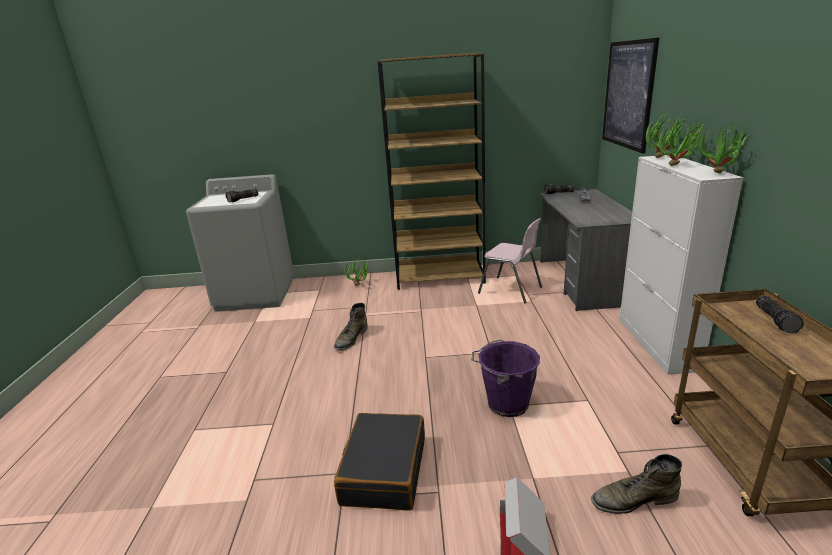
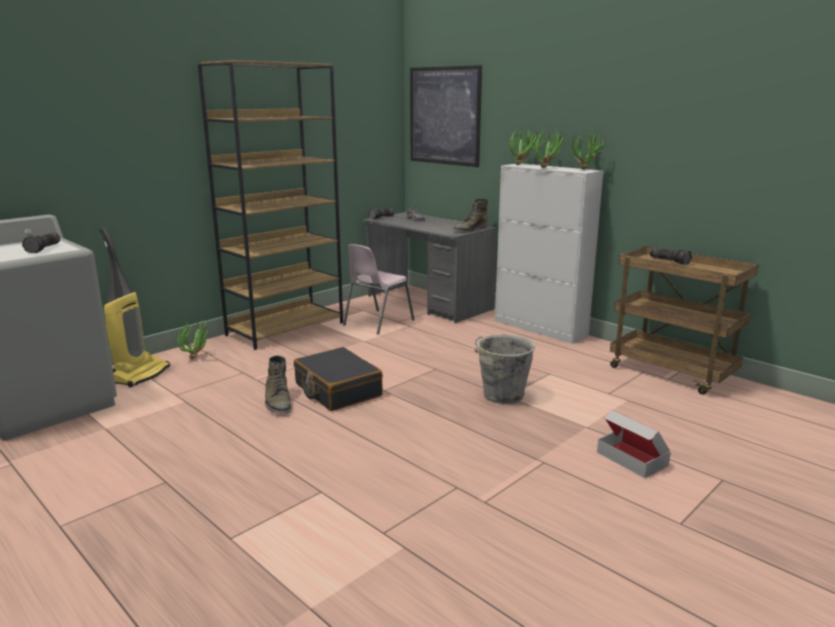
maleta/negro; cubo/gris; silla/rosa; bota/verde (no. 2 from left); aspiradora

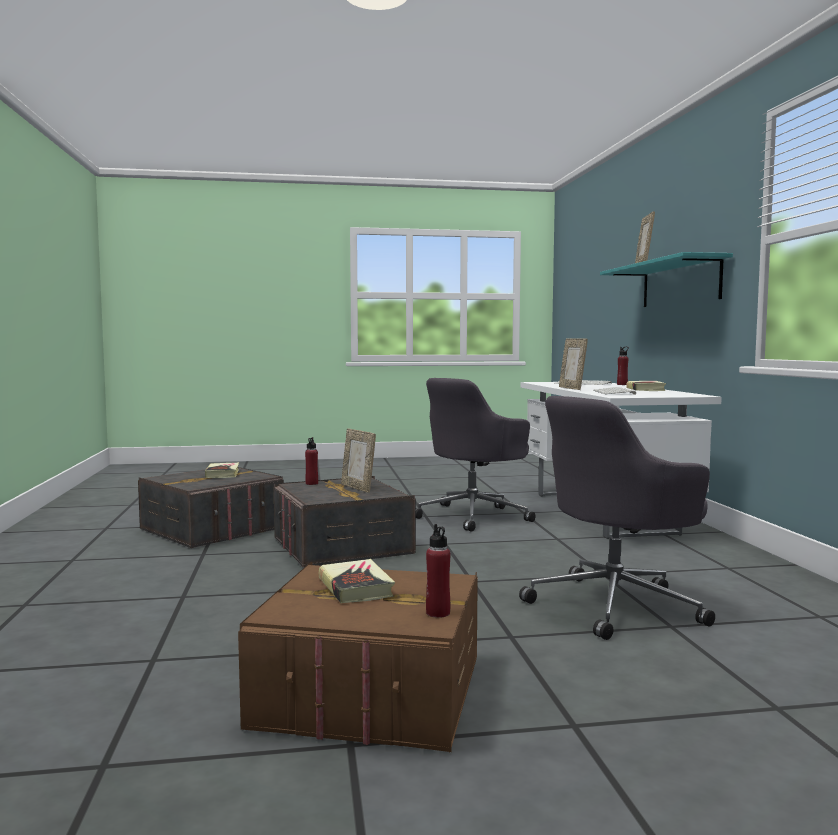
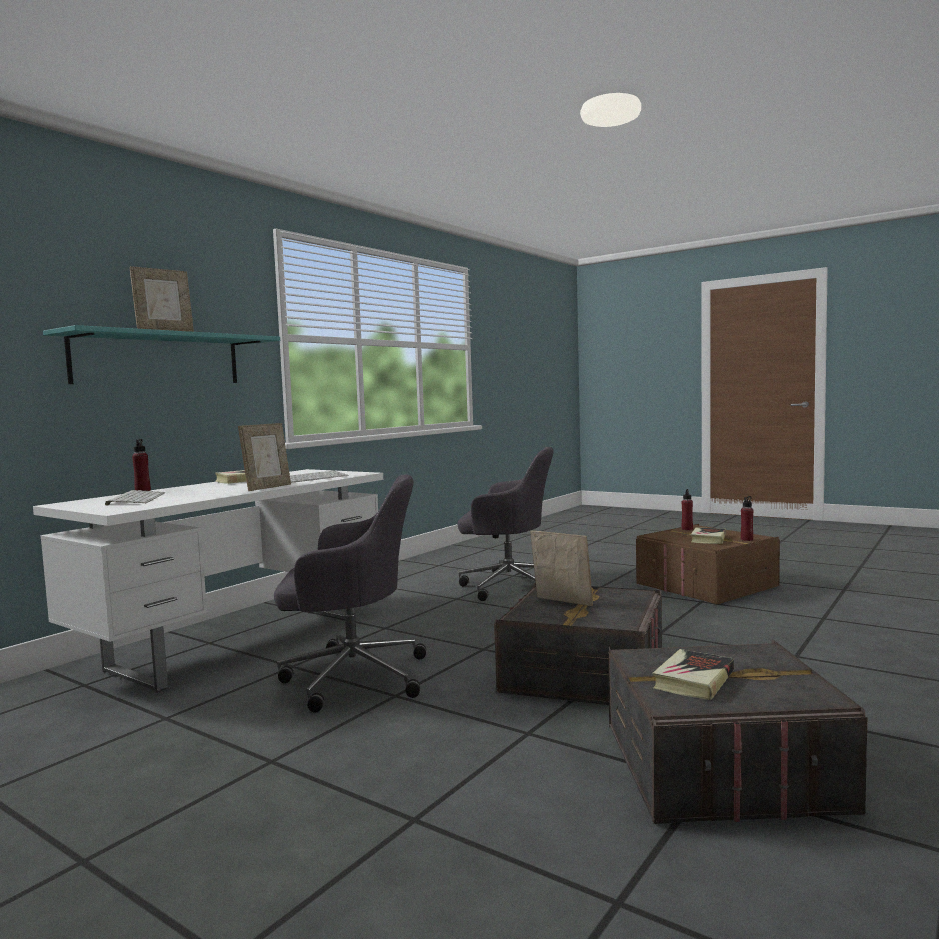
botella/rojo (no. 3 from left); portarretratos (no. 3 from left)

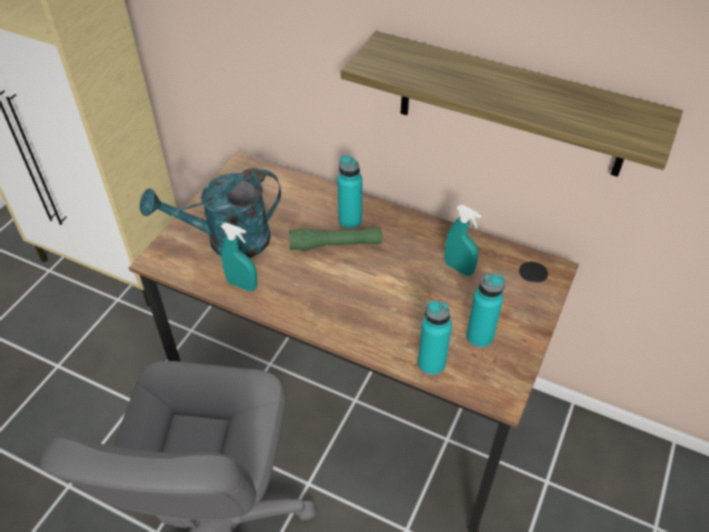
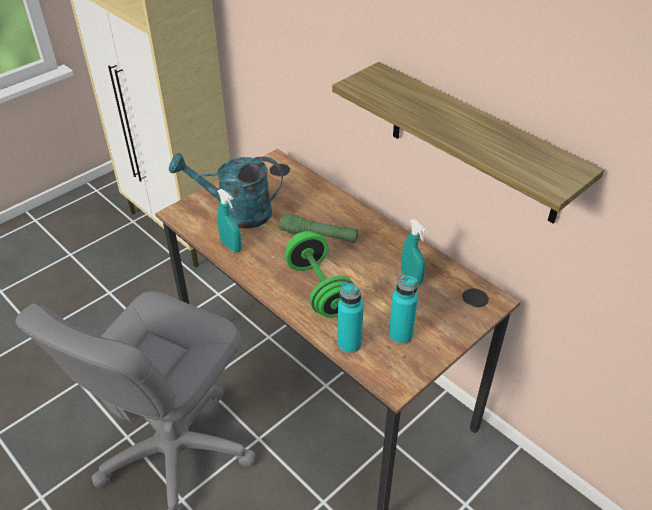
botella/turquesa (no. 1 from left in the first image); mancuerna/verde

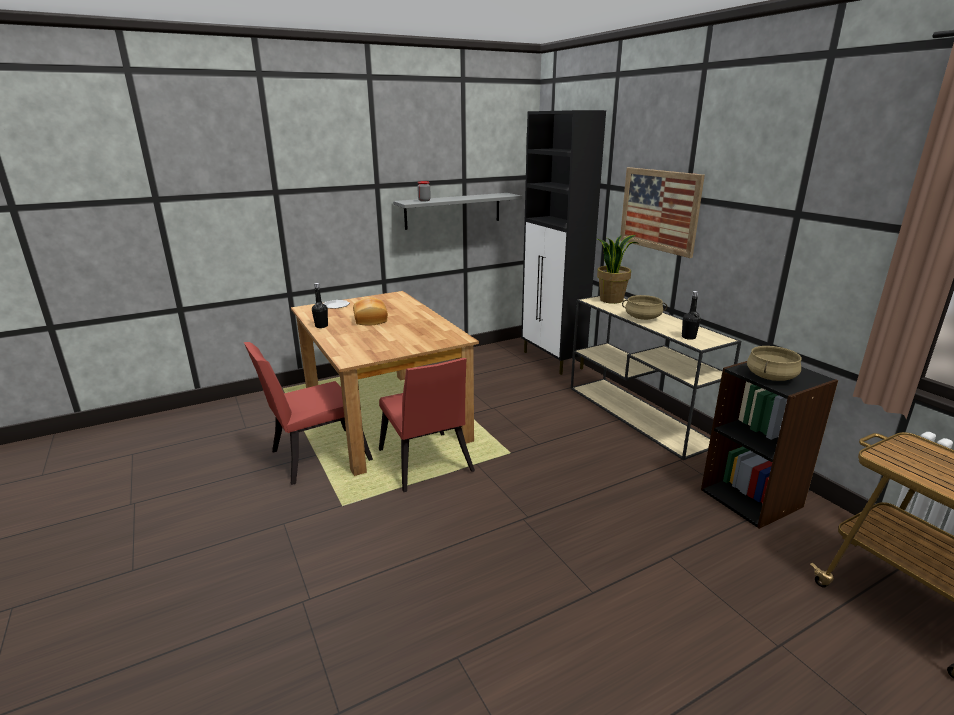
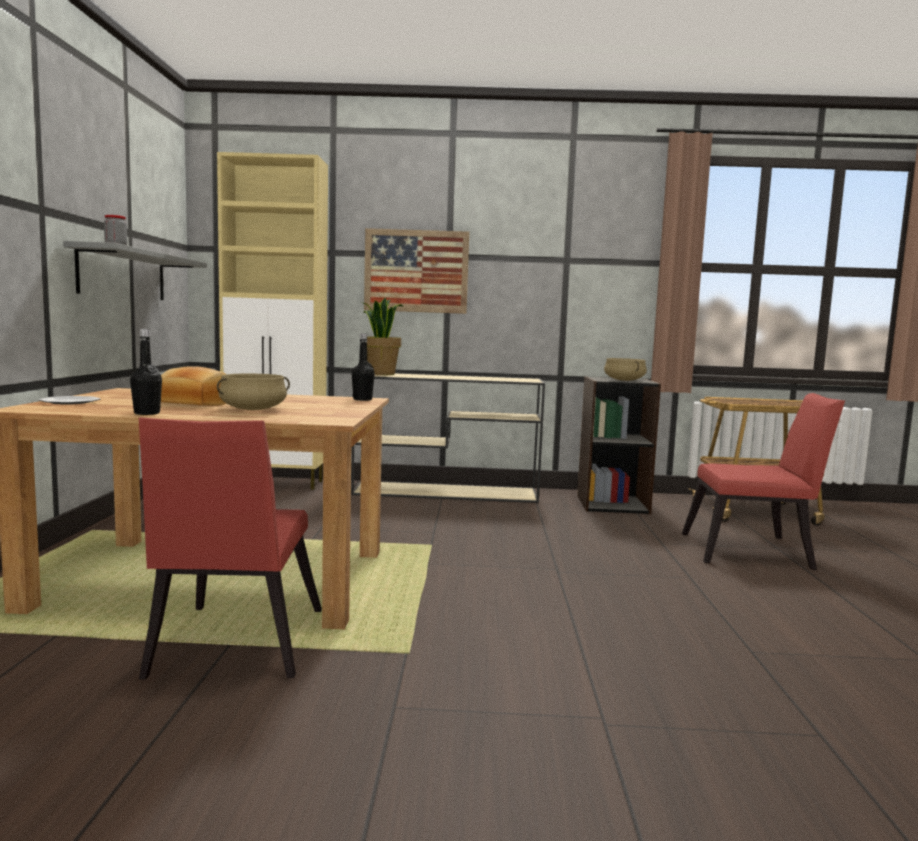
silla/rojo (no. 2 from left); armario/beis; olla/beis (no. 1 from left); botella/negro (no. 2 from left)

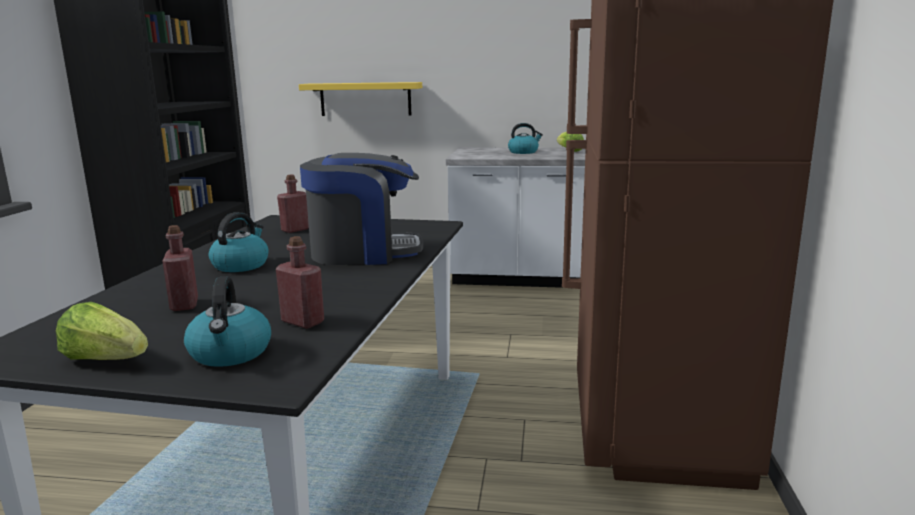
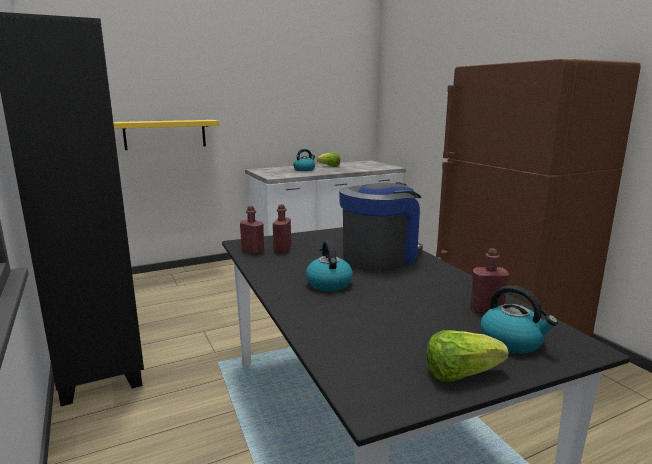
botella/rojo (no. 1 from left)

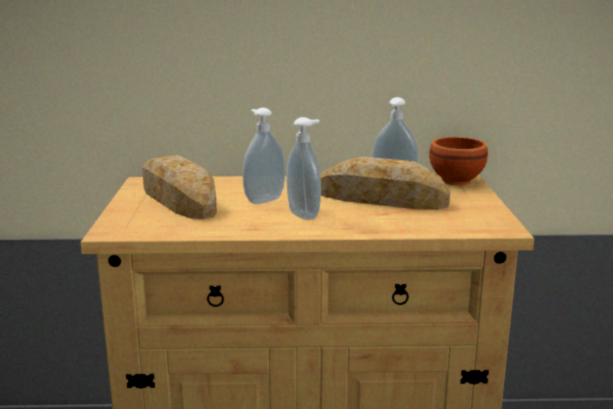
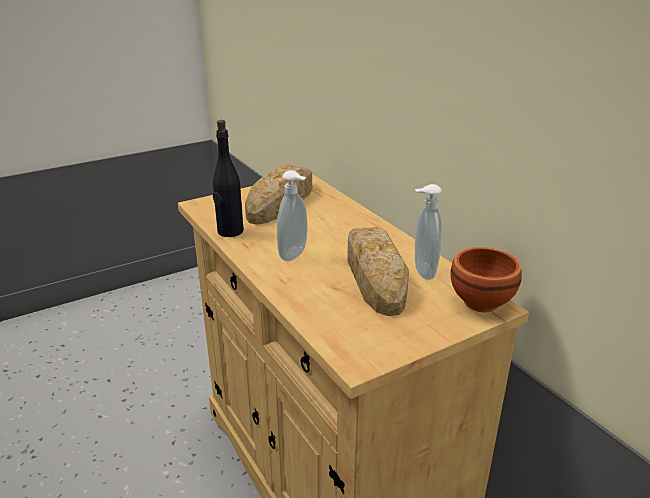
dispensador de jabón (no. 1 from left in the first image); botella/negro

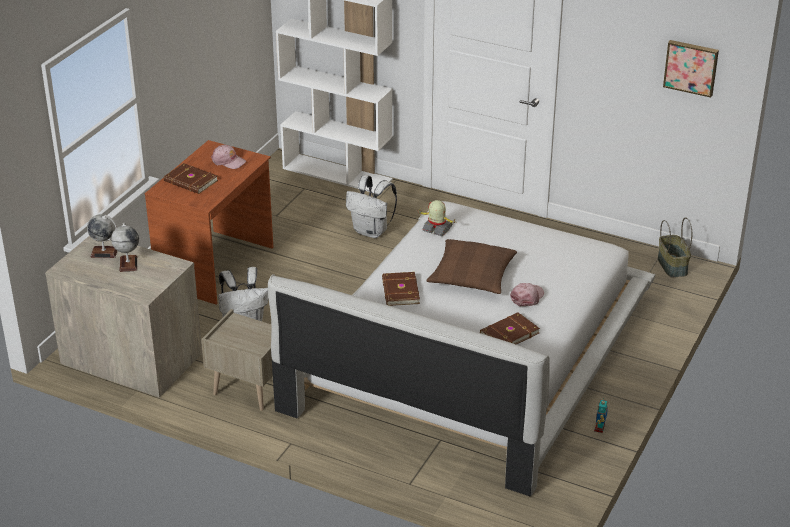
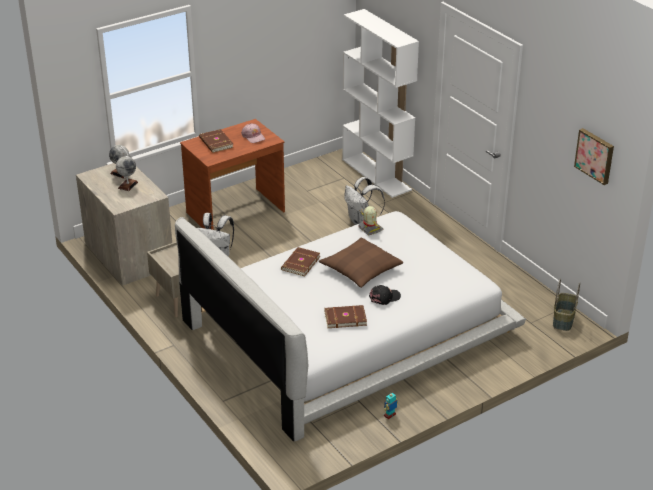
gorra/negro

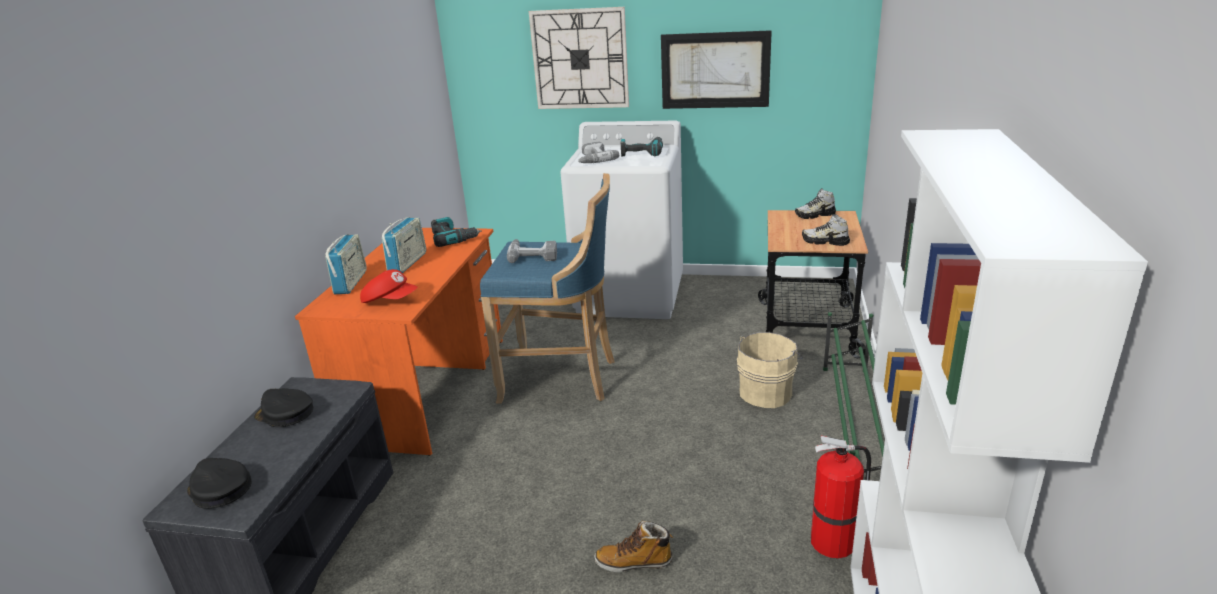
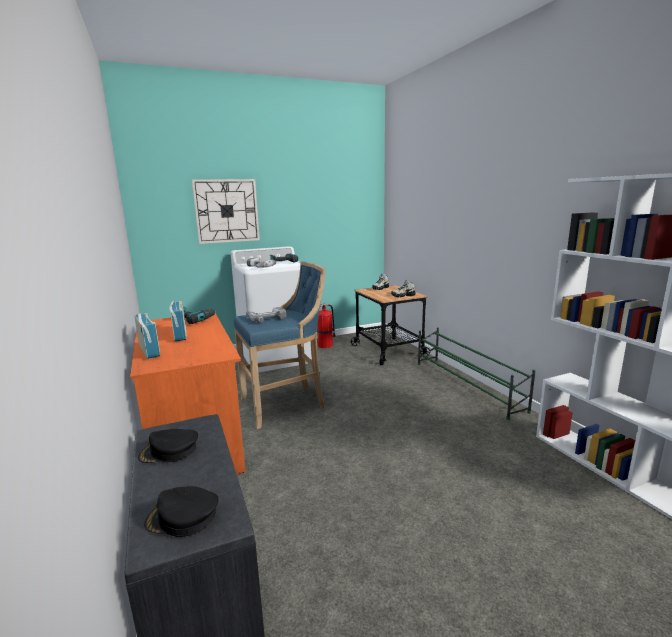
gorra/rojo; bota; cuadro; cubo/beis; extintor

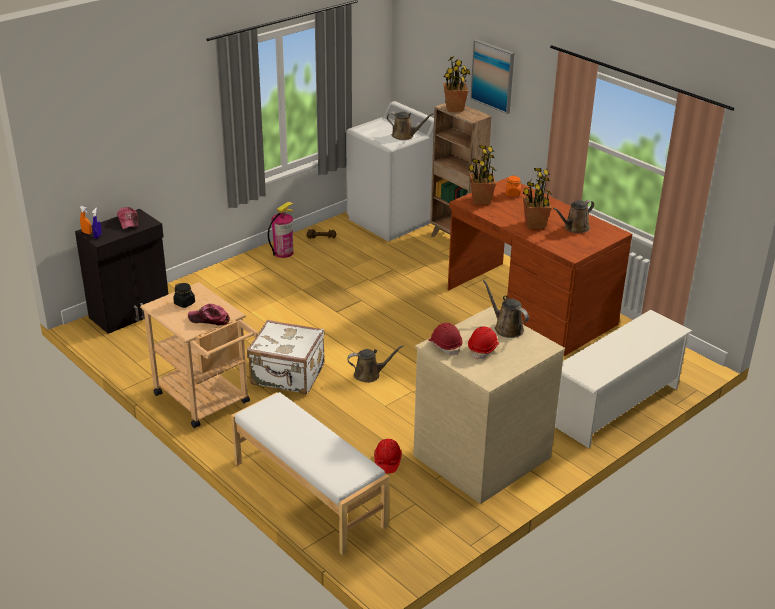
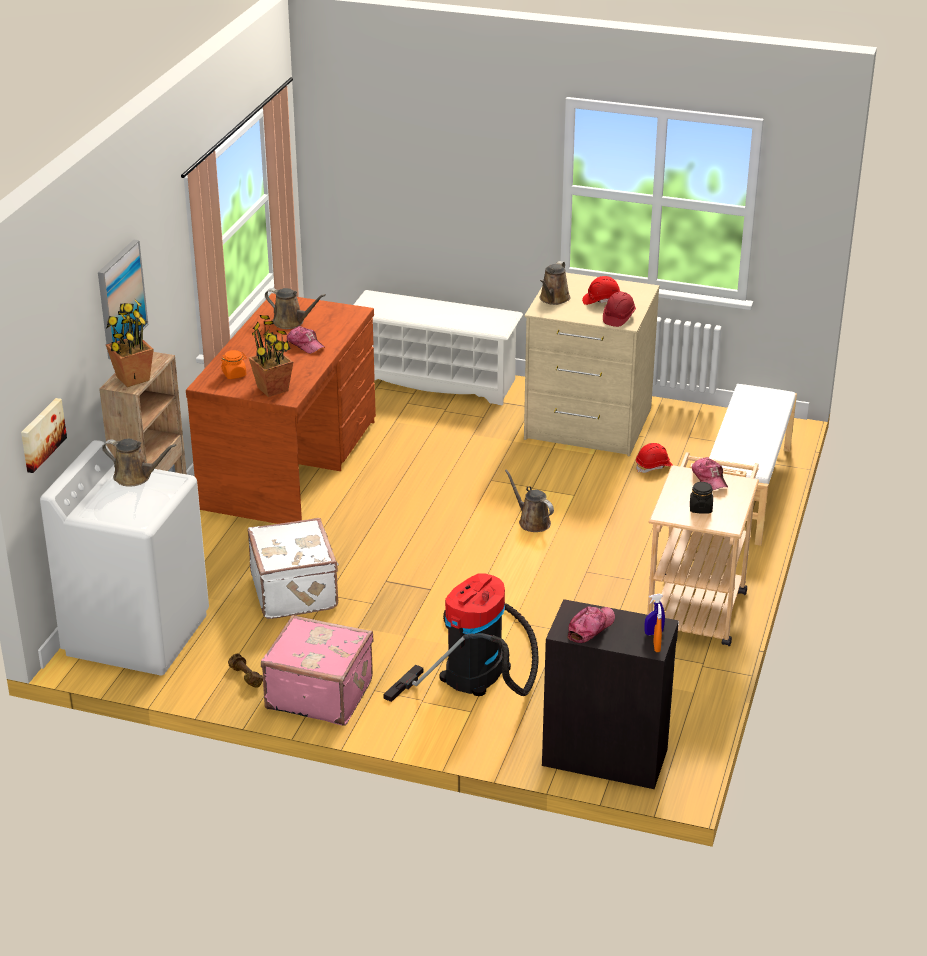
maleta/blanco; maleta/rosa; regadera/marrón (no. 1 from left); gorra (no. 1 from left); cuadro (no. 1 from left); aspiradora

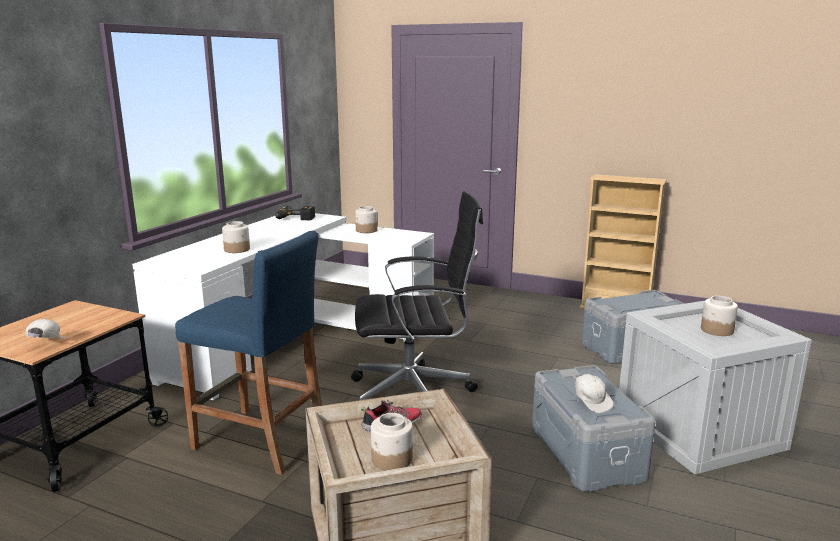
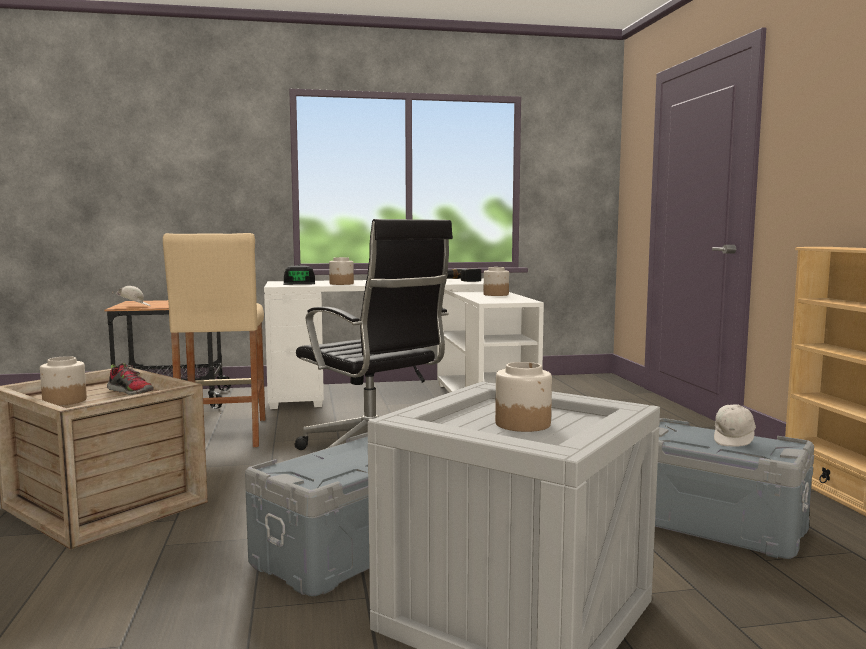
taburete/beis; gorra/blanco (no. 2 from left); gorra/negro

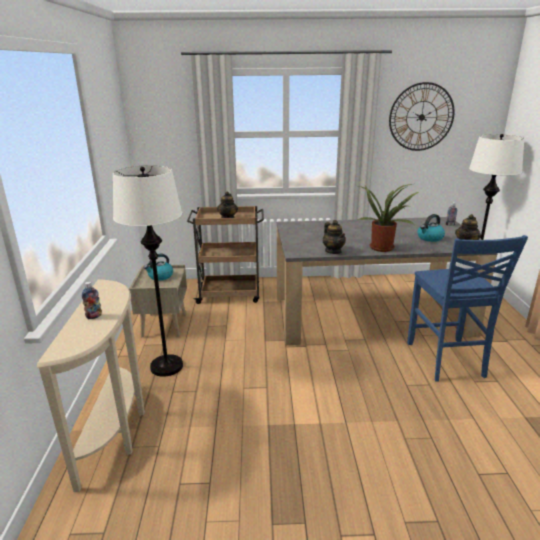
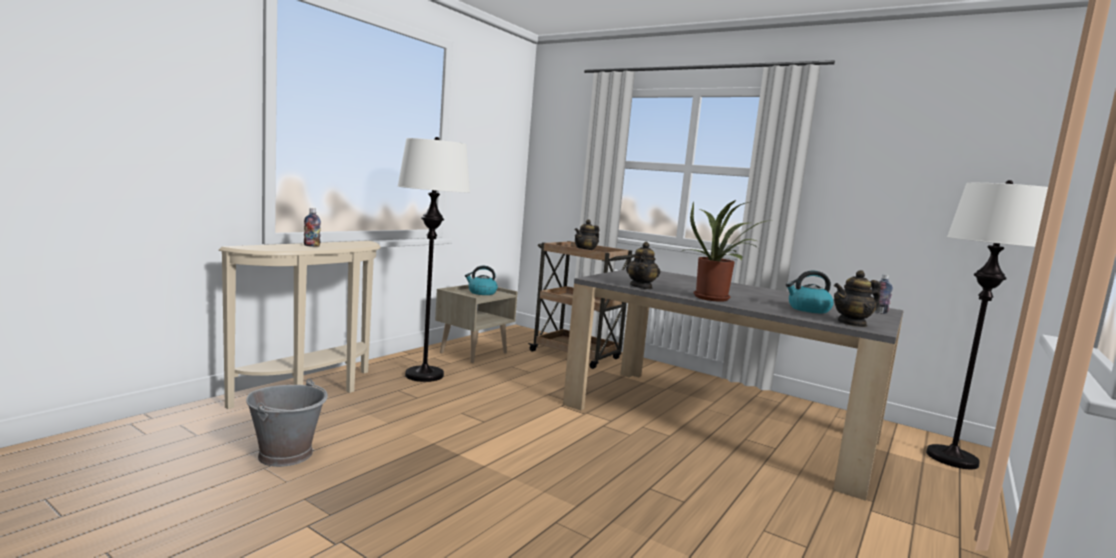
reloj de pared; silla/azul; cubo/gris

